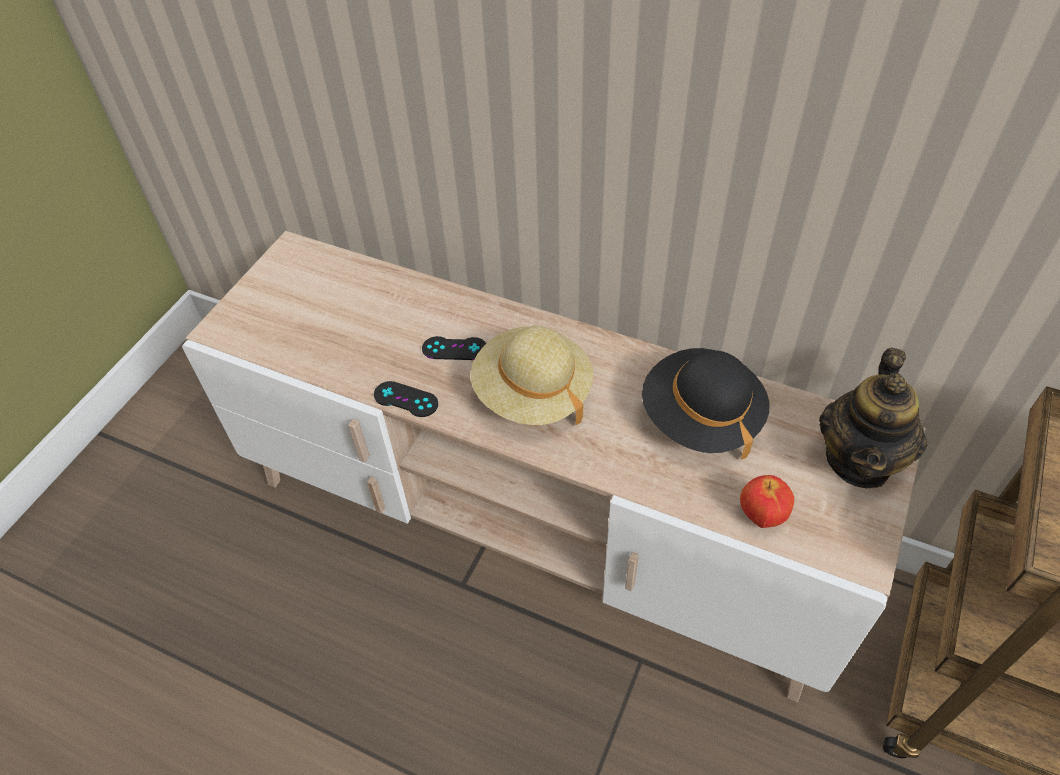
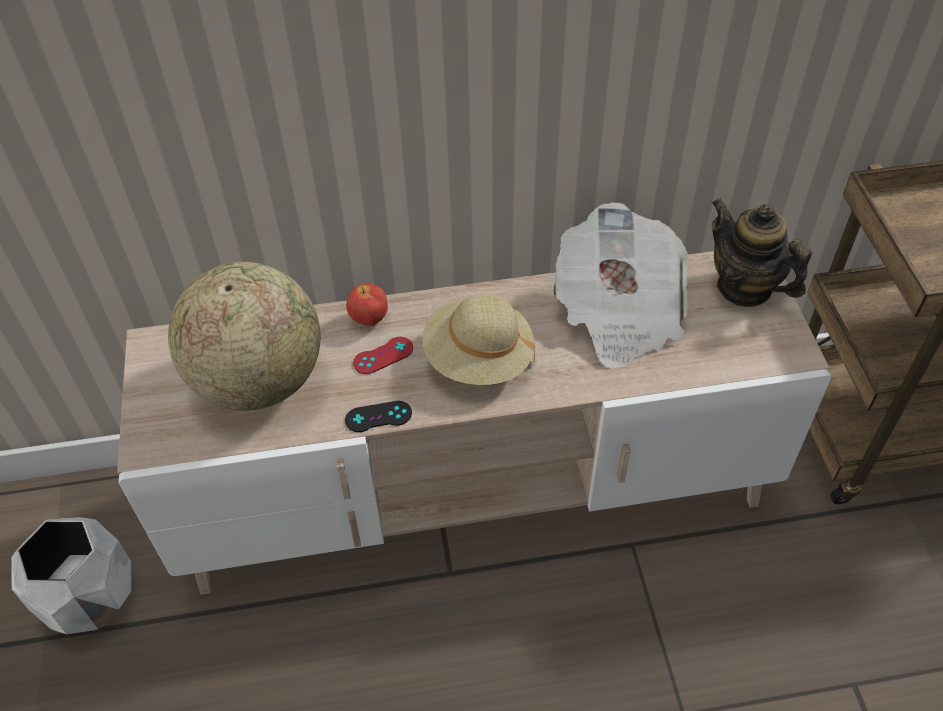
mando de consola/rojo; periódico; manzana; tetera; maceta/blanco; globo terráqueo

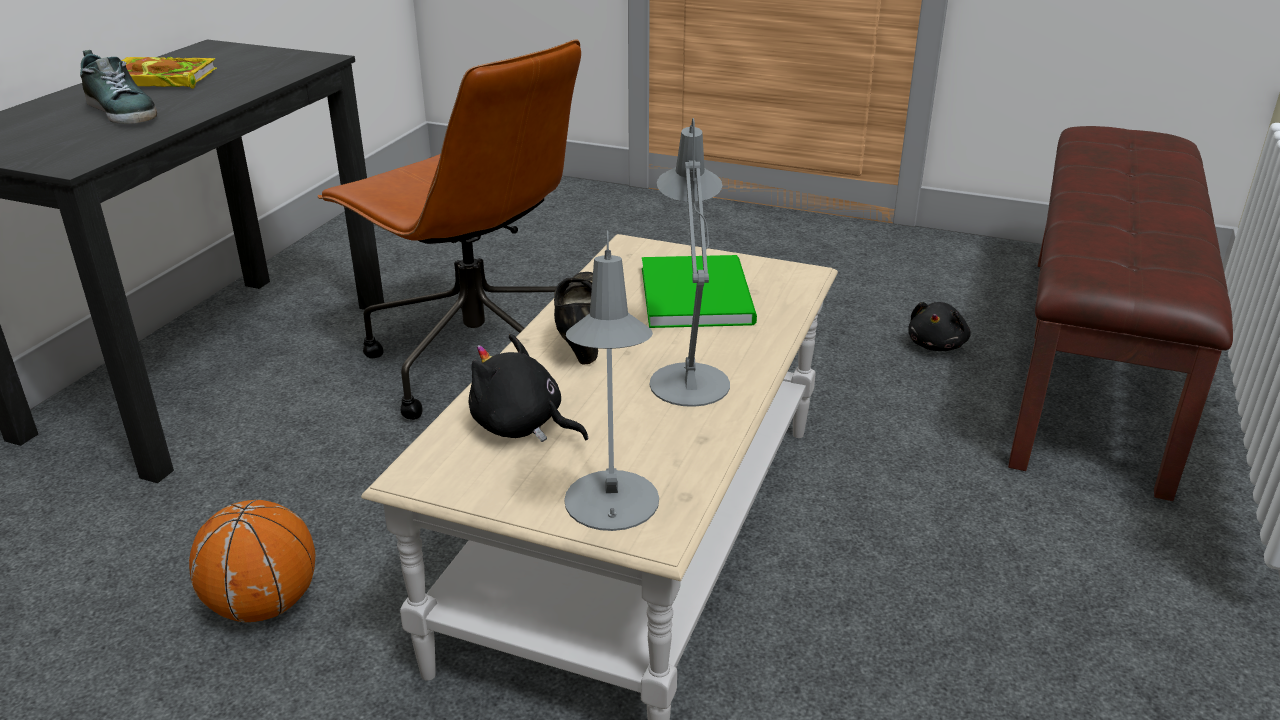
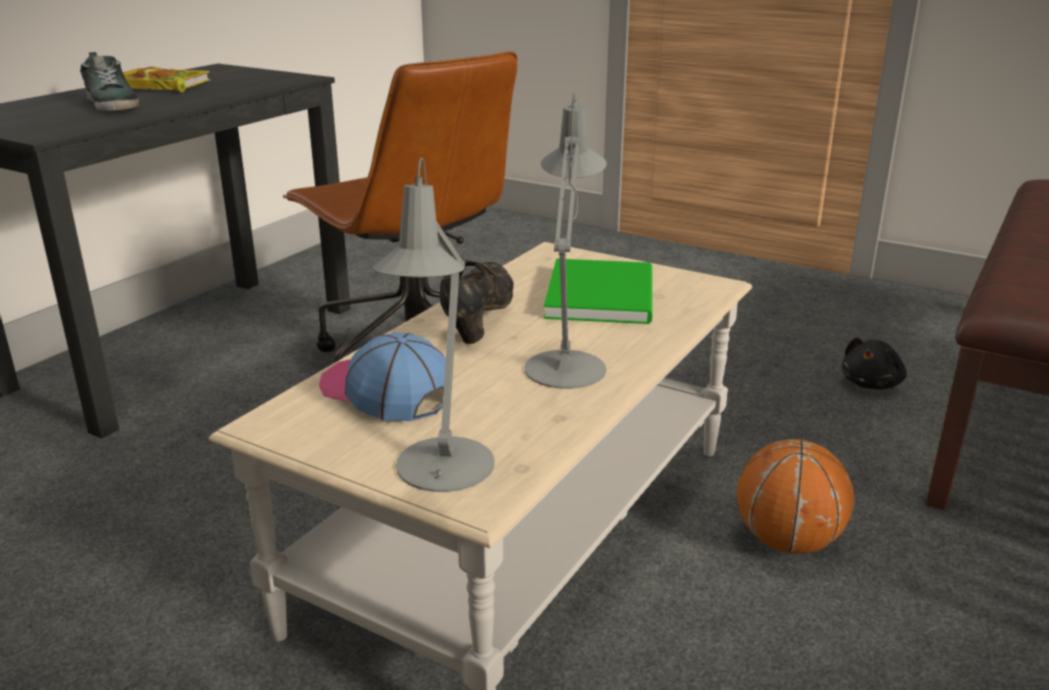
balón de baloncesto; gorra

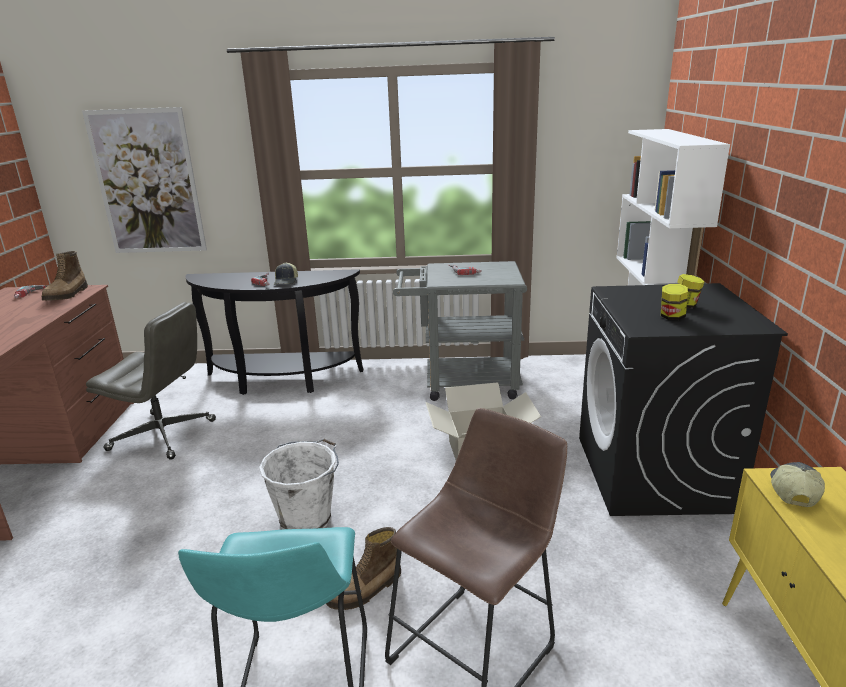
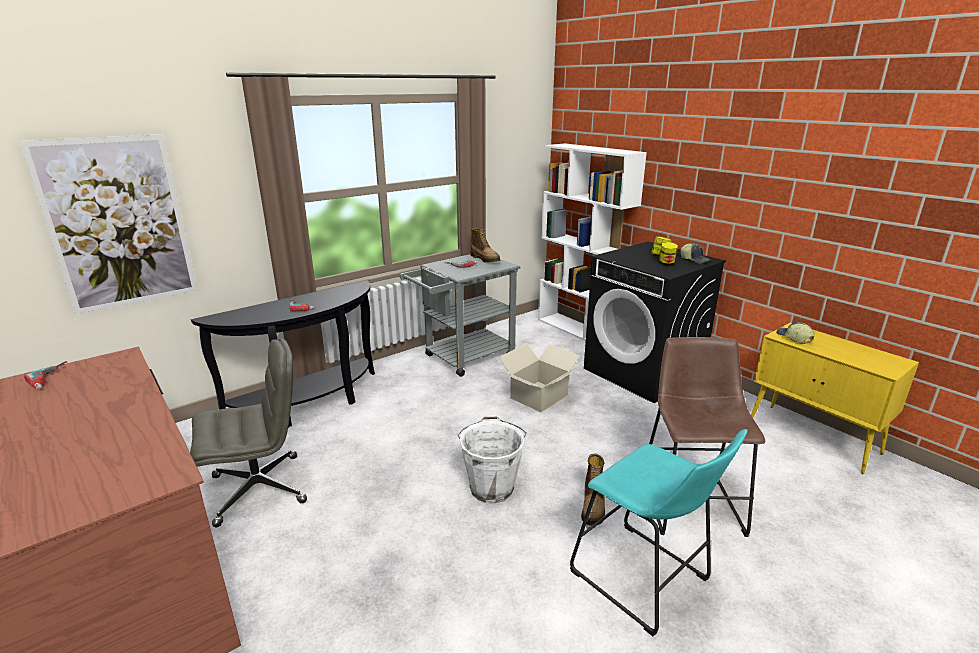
bota (no. 1 from left); gorra (no. 1 from left)

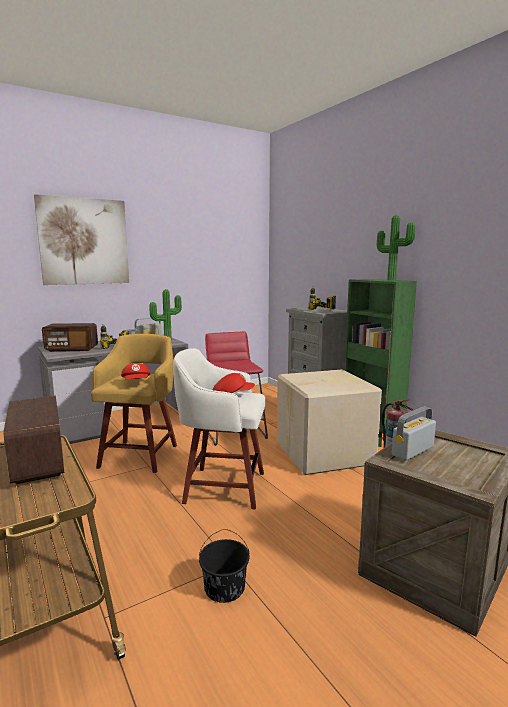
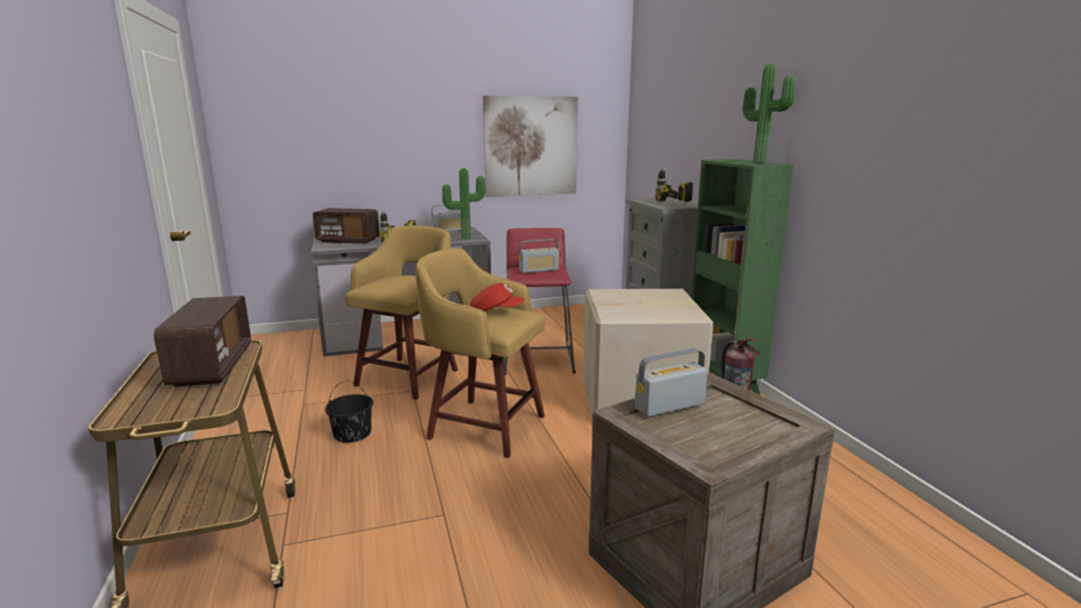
cuadro; gorra/rojo (no. 1 from left in the first image); taburete/amarillo (no. 2 from left); cubo/negro; radio (no. 4 from left)

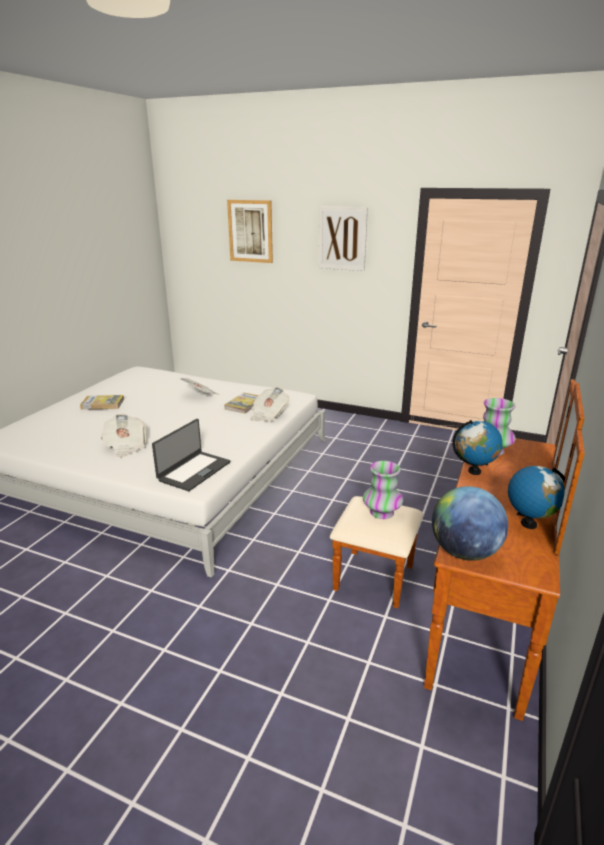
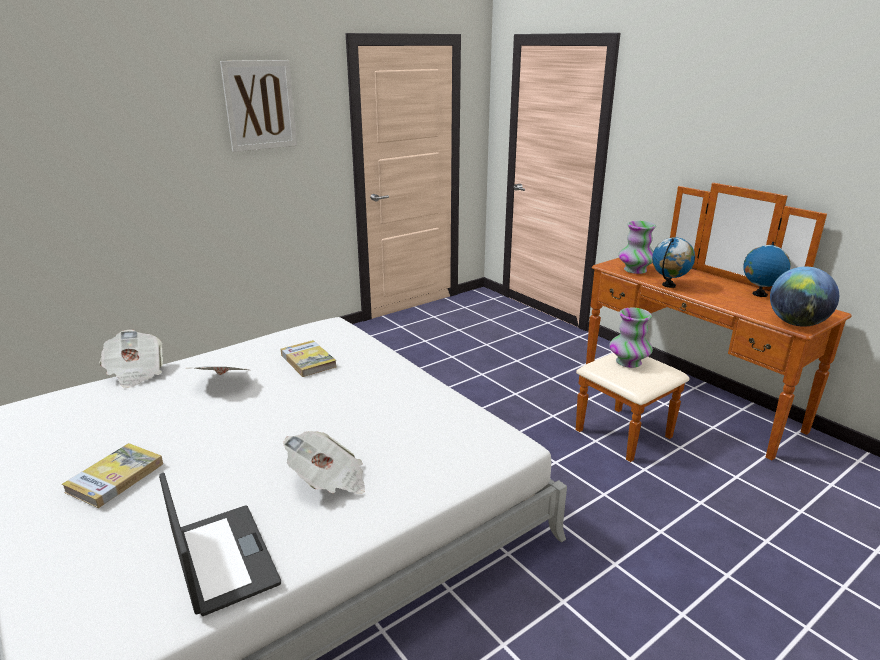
portátil; cuadro (no. 1 from left in the first image); periódico (no. 1 from left)

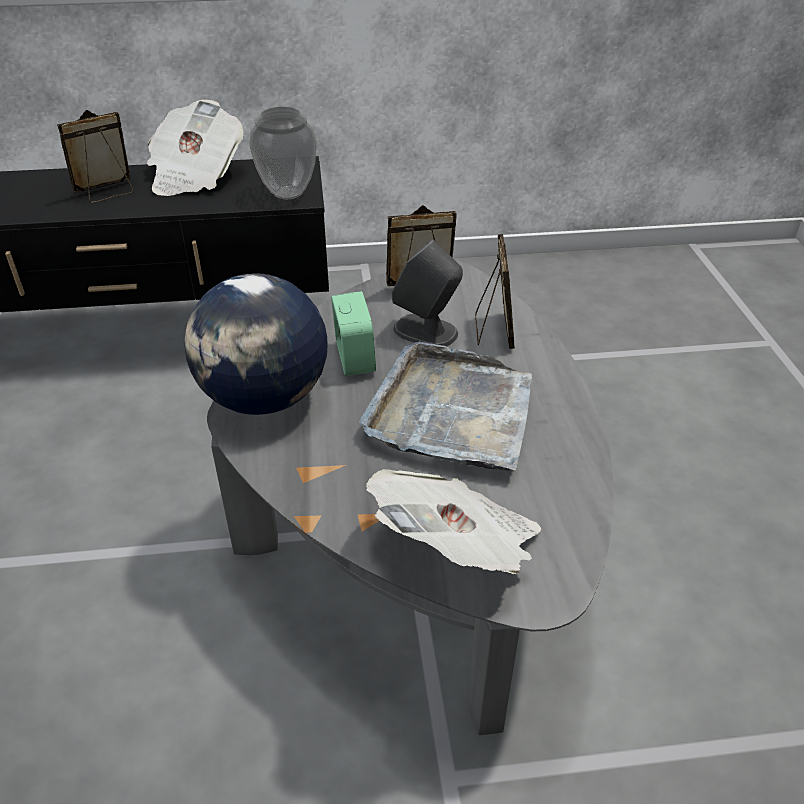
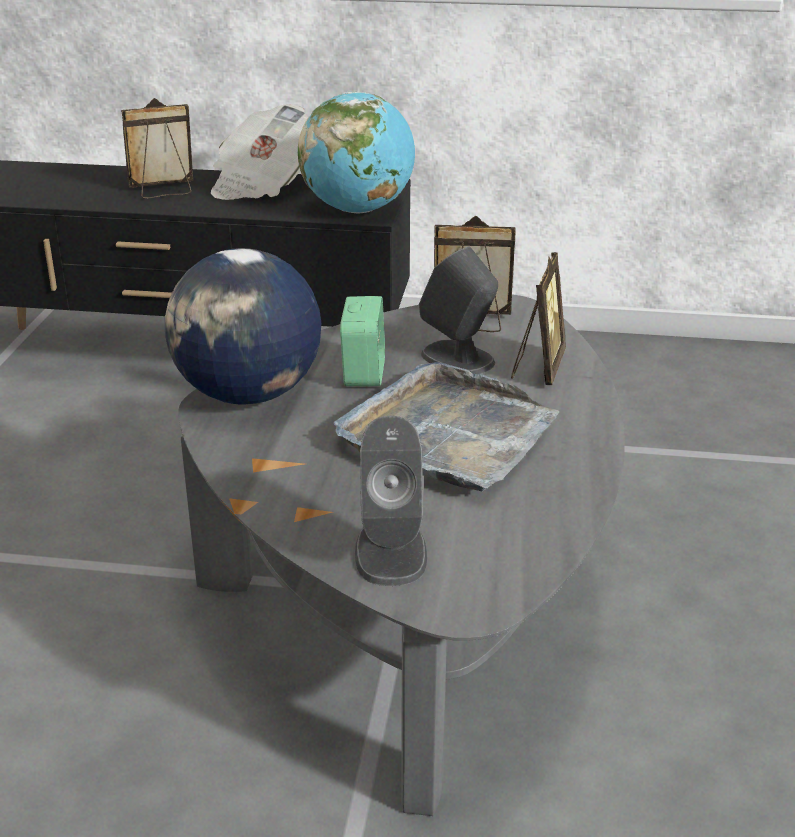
globo terráqueo (no. 2 from left); altavoz/gris (no. 1 from left)

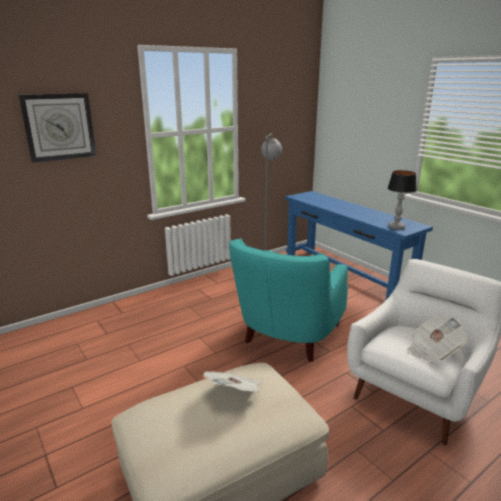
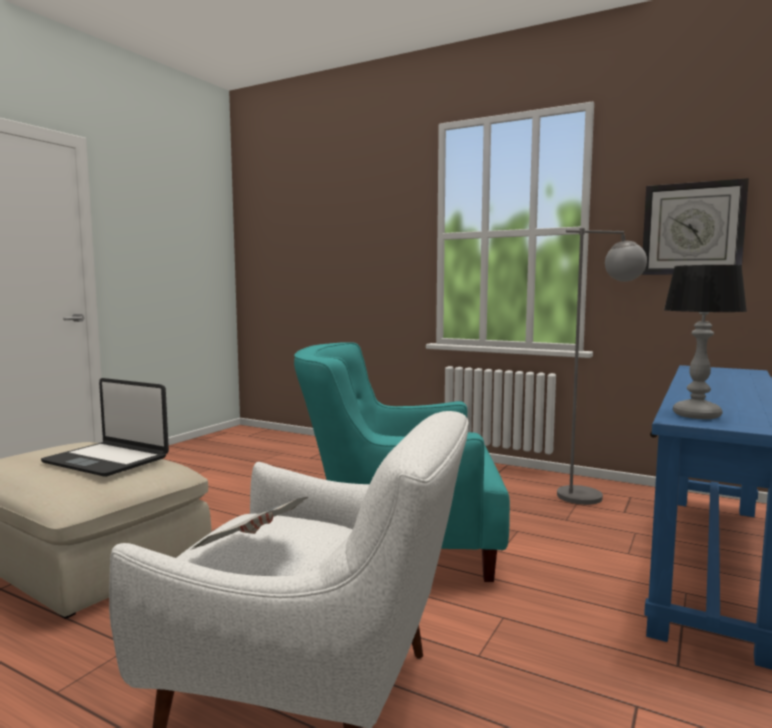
reloj de pared; portátil

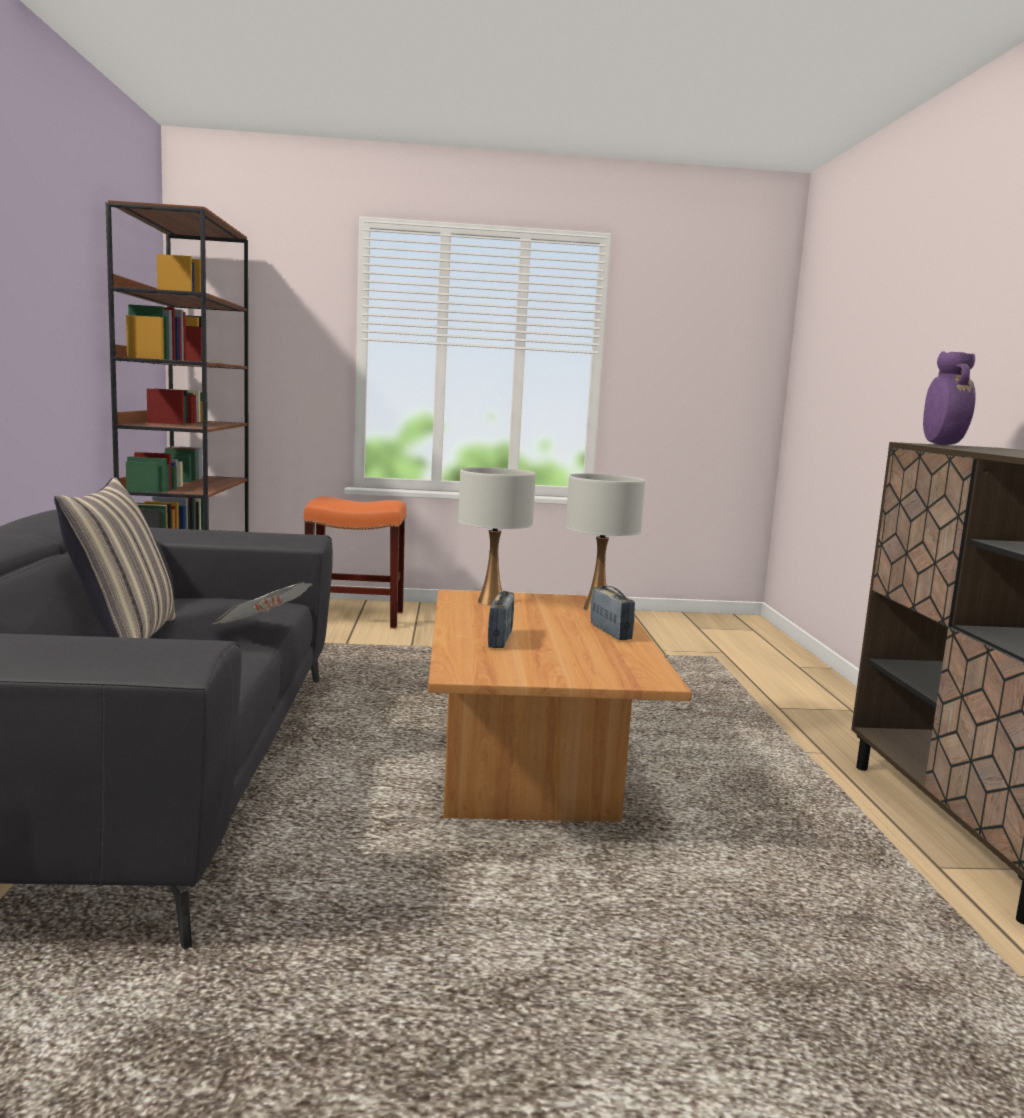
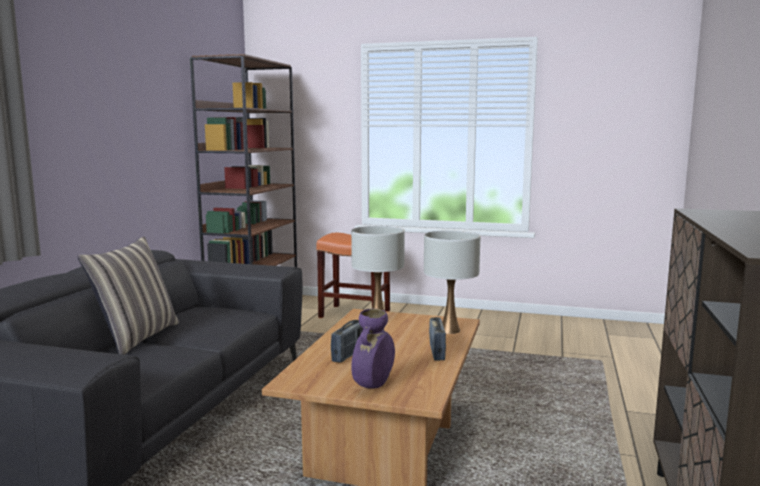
periódico; florero/morado

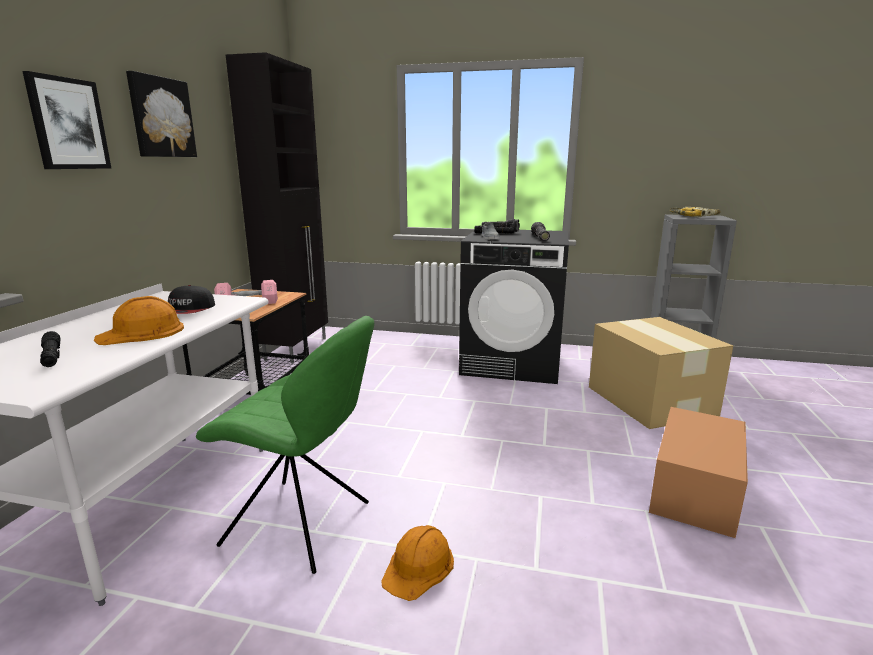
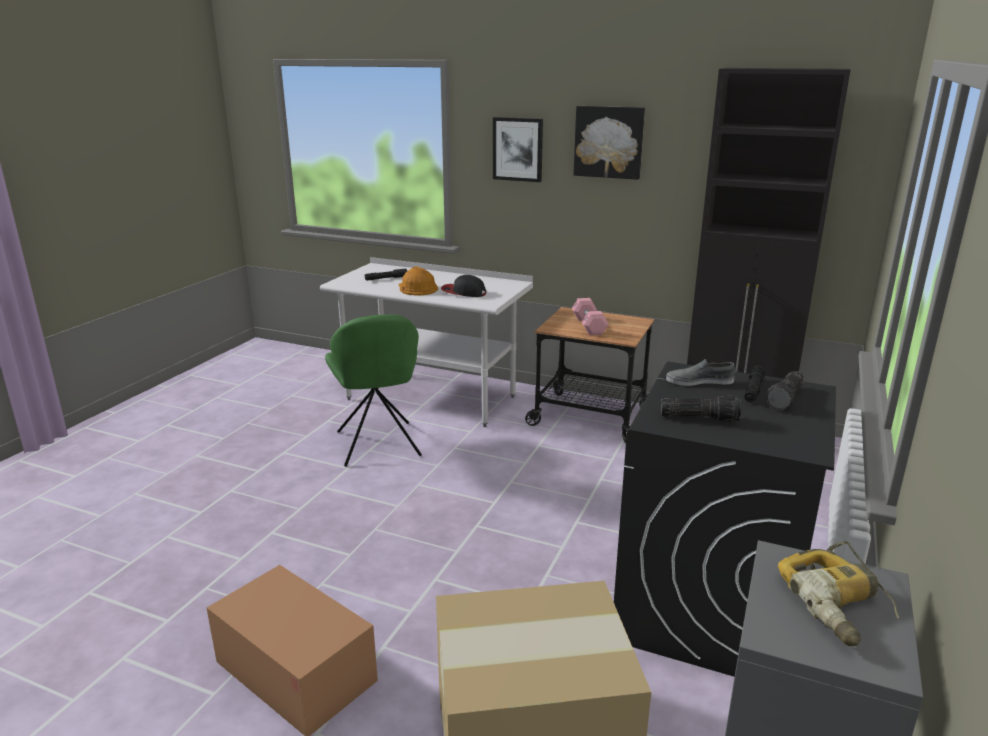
silla/verde; casco/naranja (no. 2 from left in the first image)

